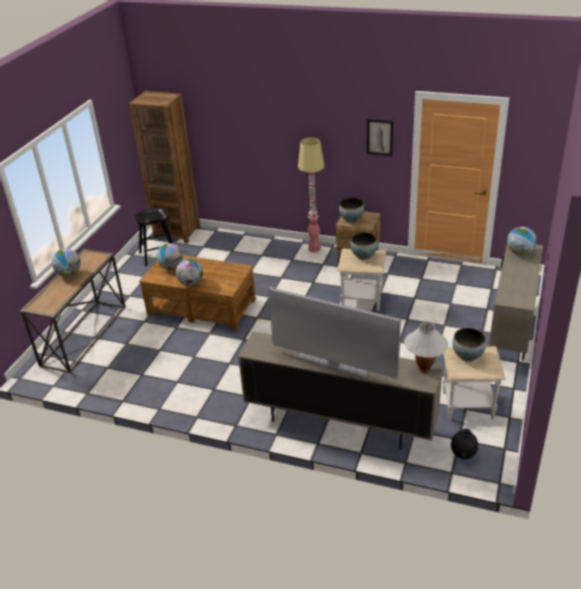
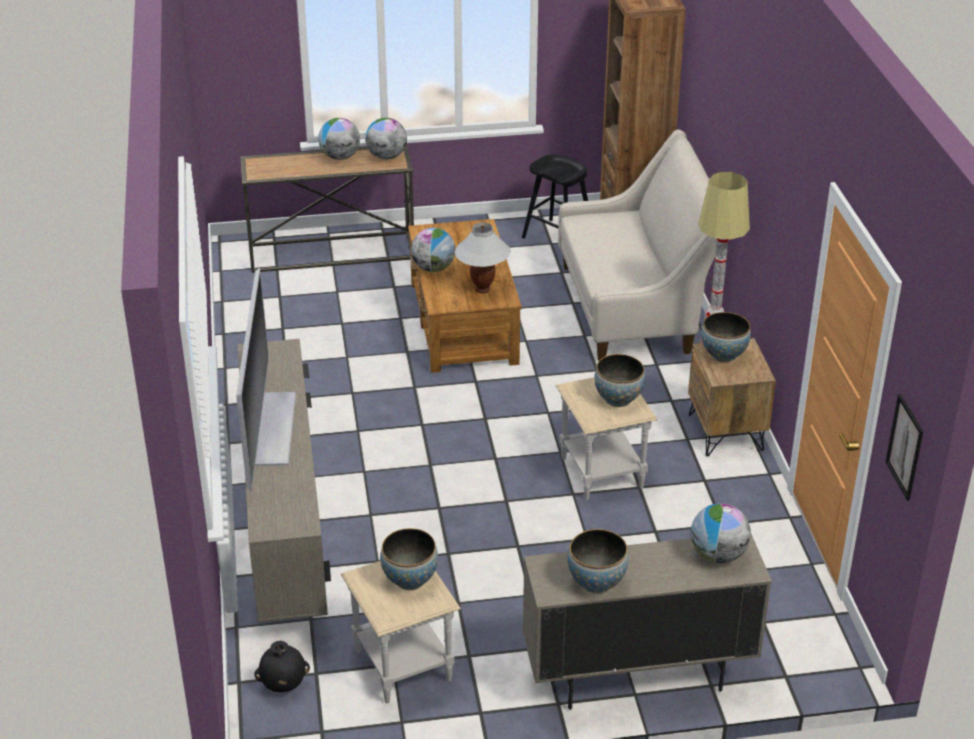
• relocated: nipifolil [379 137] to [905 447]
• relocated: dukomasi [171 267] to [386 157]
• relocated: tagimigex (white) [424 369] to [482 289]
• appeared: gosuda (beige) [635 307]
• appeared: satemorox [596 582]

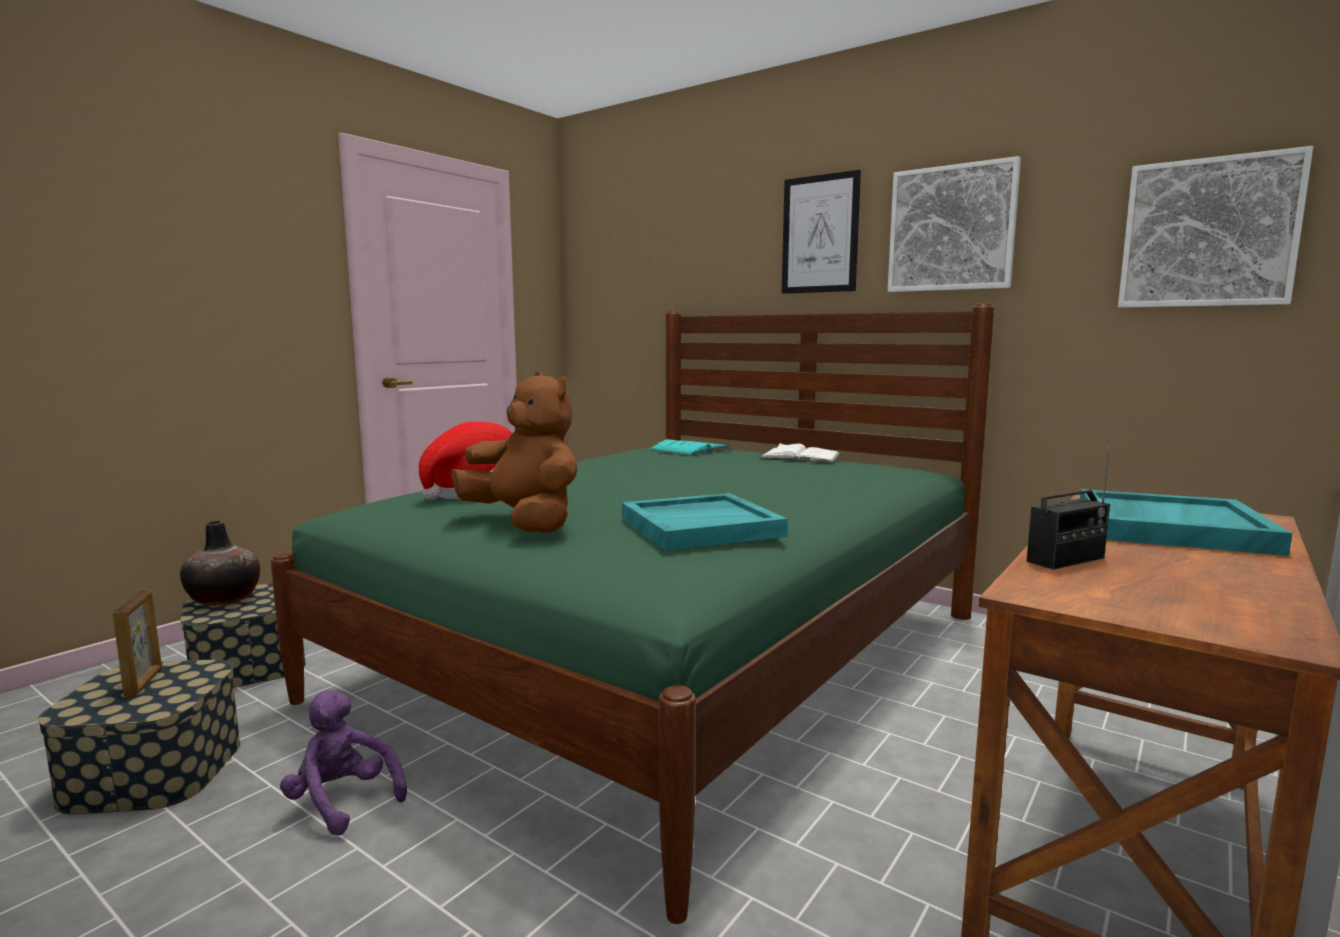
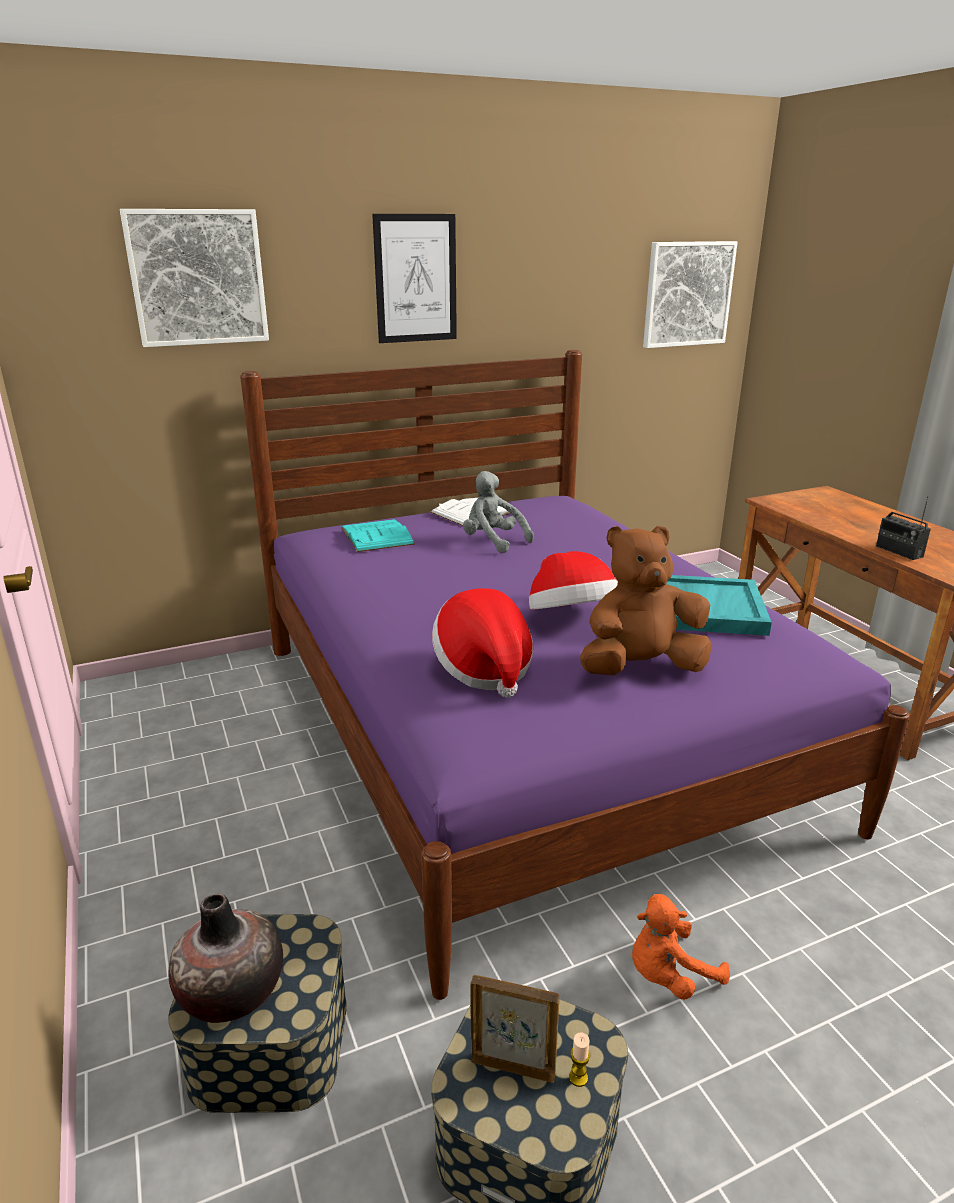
• relocated: nipifolil [951 228] to [198 278]
• colour: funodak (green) [673 654] to funodak (purple) [521 728]
• spun: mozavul [1066 560] = [899 551] 150 degrees clockwise
• missing: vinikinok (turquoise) [1168 527]
• colour: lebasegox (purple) [342 802] to lebasegox (orange) [669 975]
• appeared: lebasegox (grey) [493 542]
• appeared: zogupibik [571 619]
• appeared: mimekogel [578 1077]

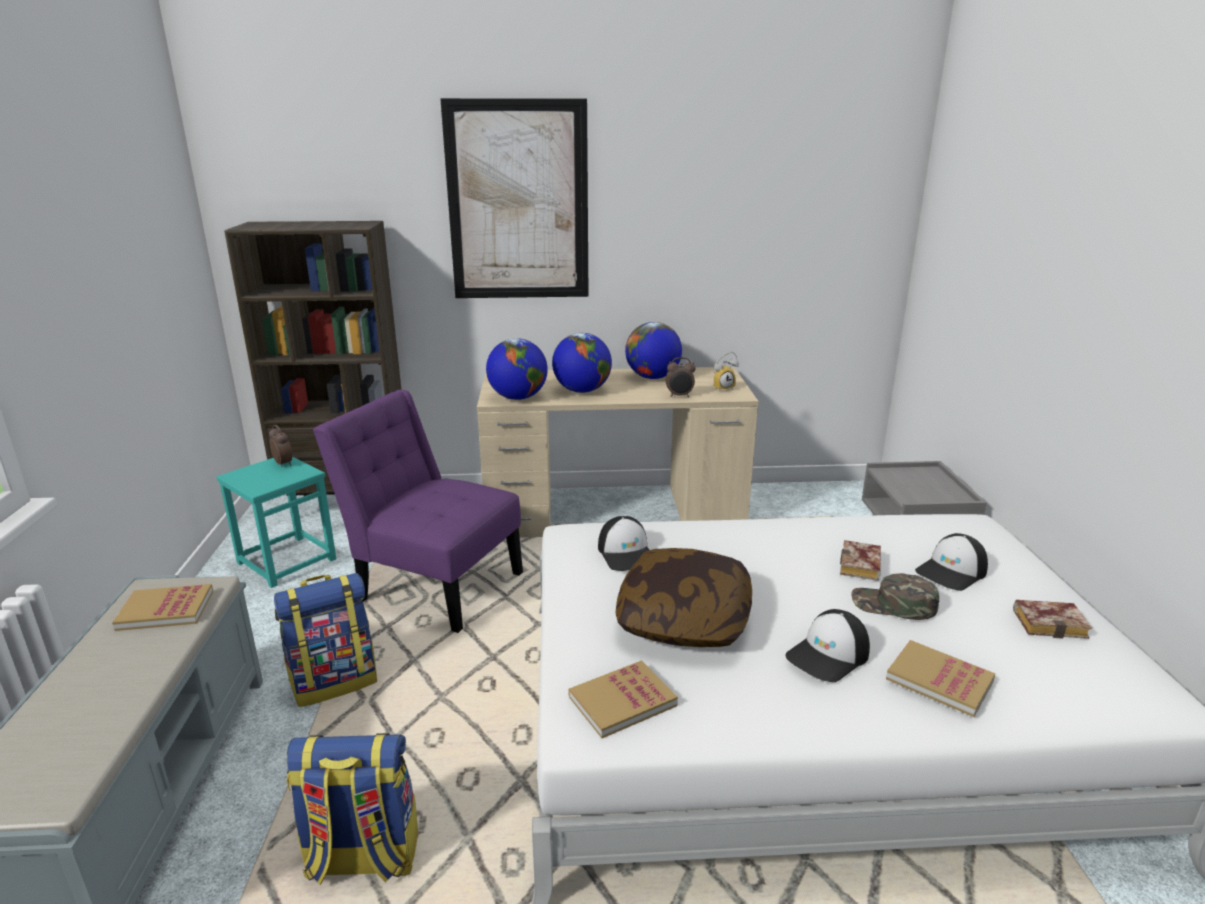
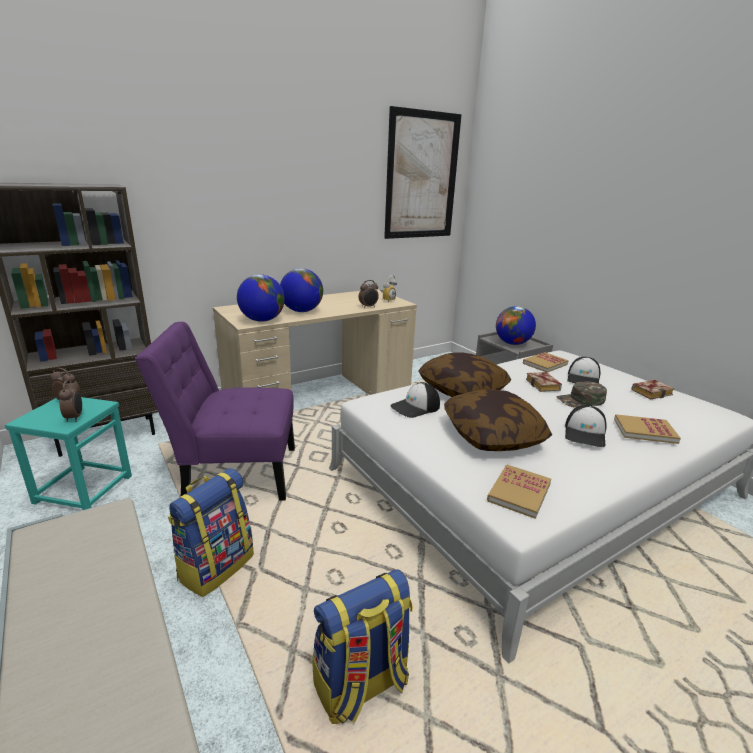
• relocated: nipifolil [518 202] to [422 176]
• relocated: dukomasi [652 377] to [512 343]
• spun: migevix [627 553] = [415 407] 105 degrees clockwise
• relocated: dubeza [166 610] to [545 364]
• appeared: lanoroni [462 389]
• appeared: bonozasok [75 417]

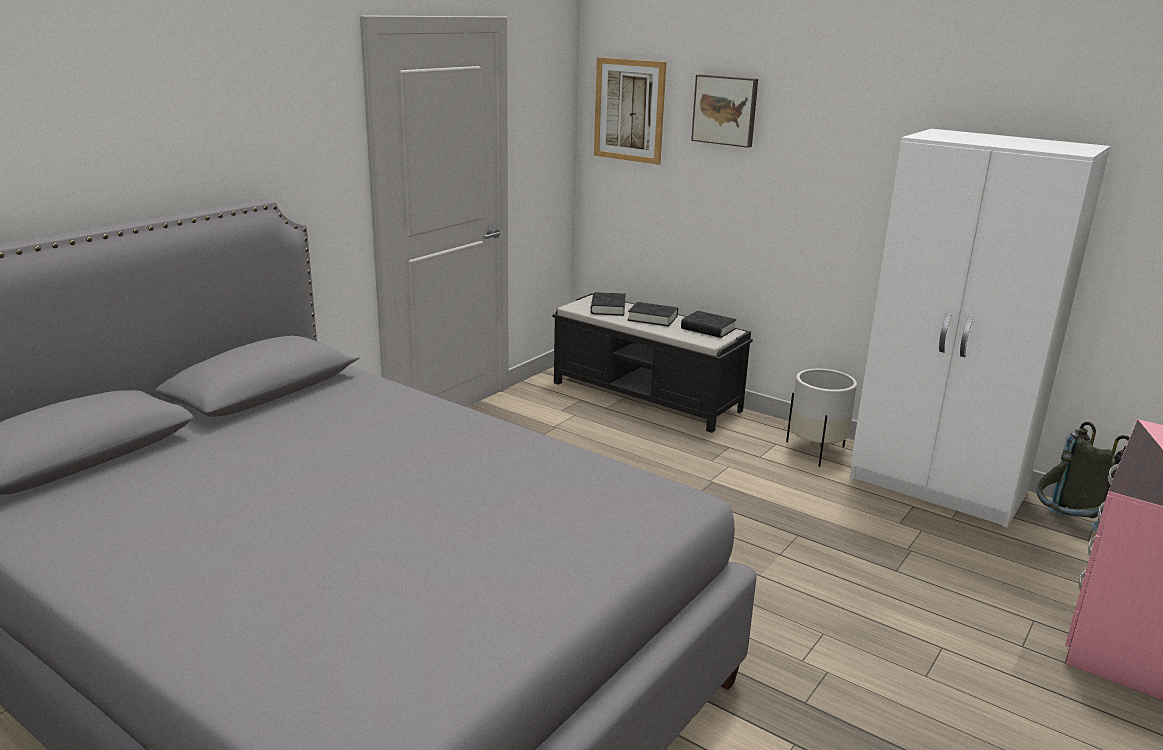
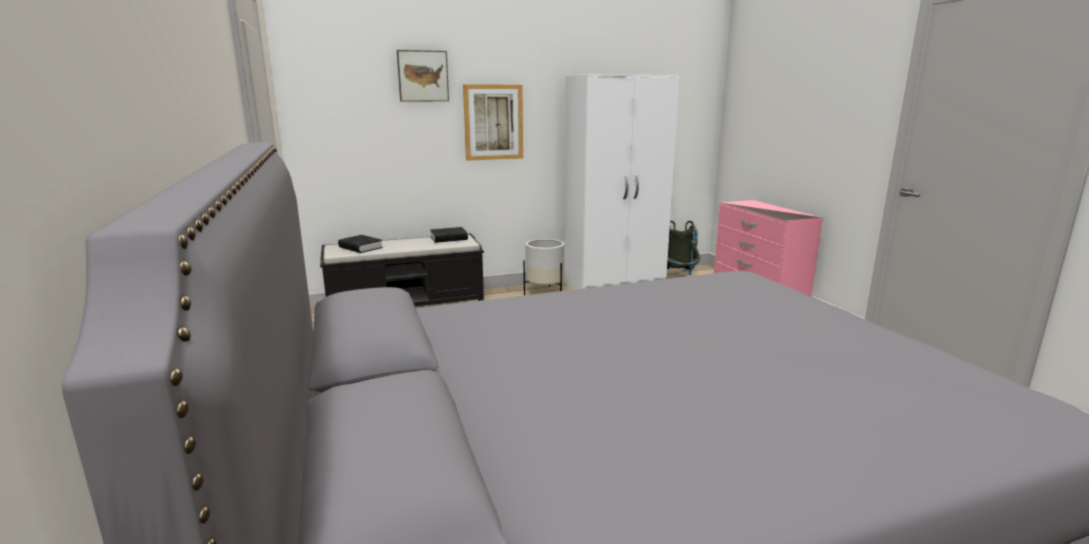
• relocated: nipifolil [629 110] to [493 122]
• missing: dubeza (black) [652 318]

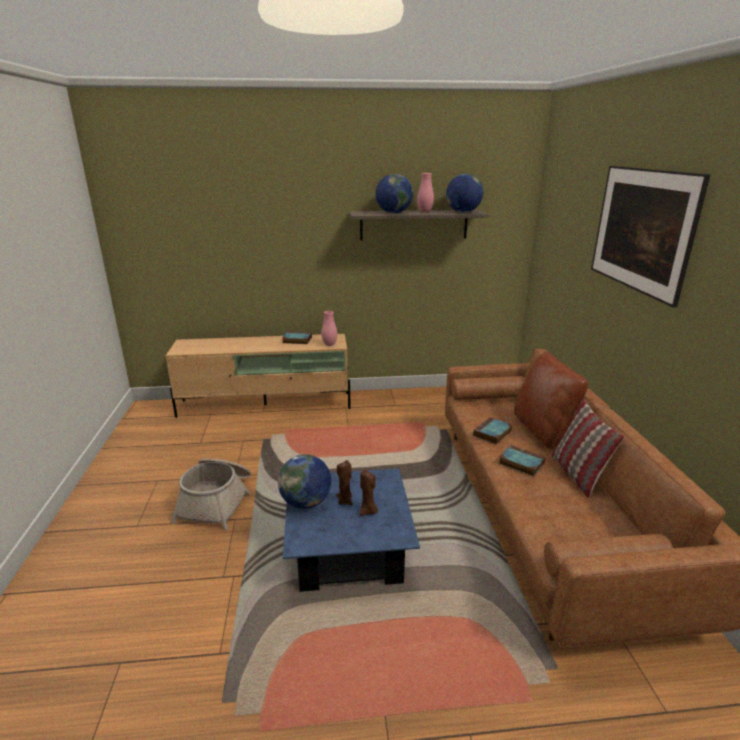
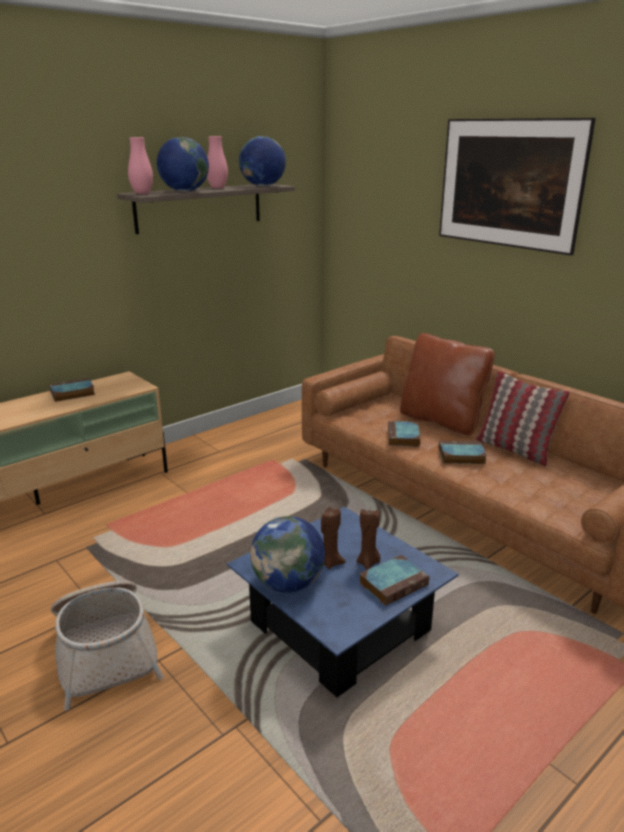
• relocated: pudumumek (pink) [329 344] to [142 193]
• appeared: dubeza [394 583]

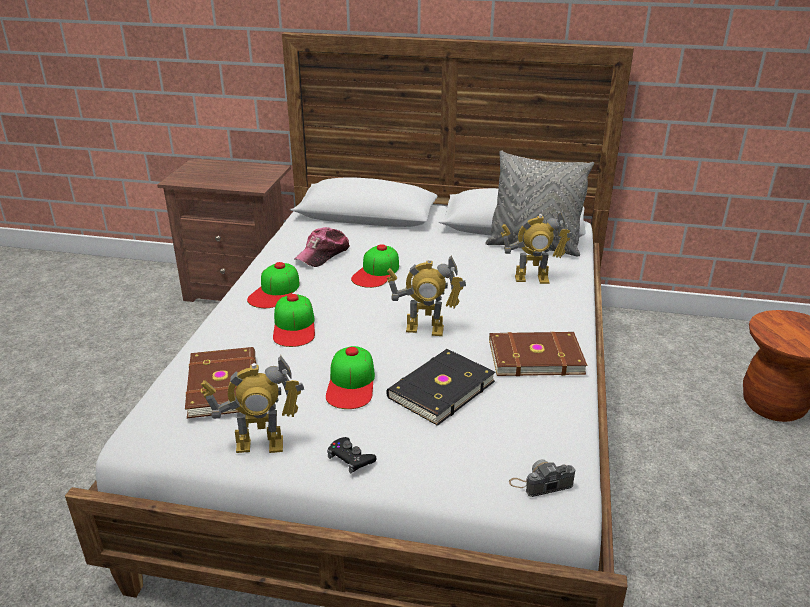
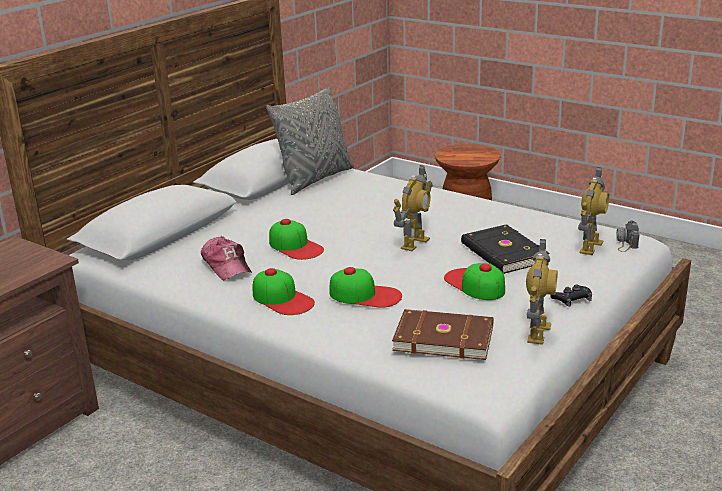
• relocated: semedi [532 279] to [590 247]
• missing: dubeza (brown) [534 356]
• spun: migevix [351 383] = [474 284] 150 degrees counterclockwise

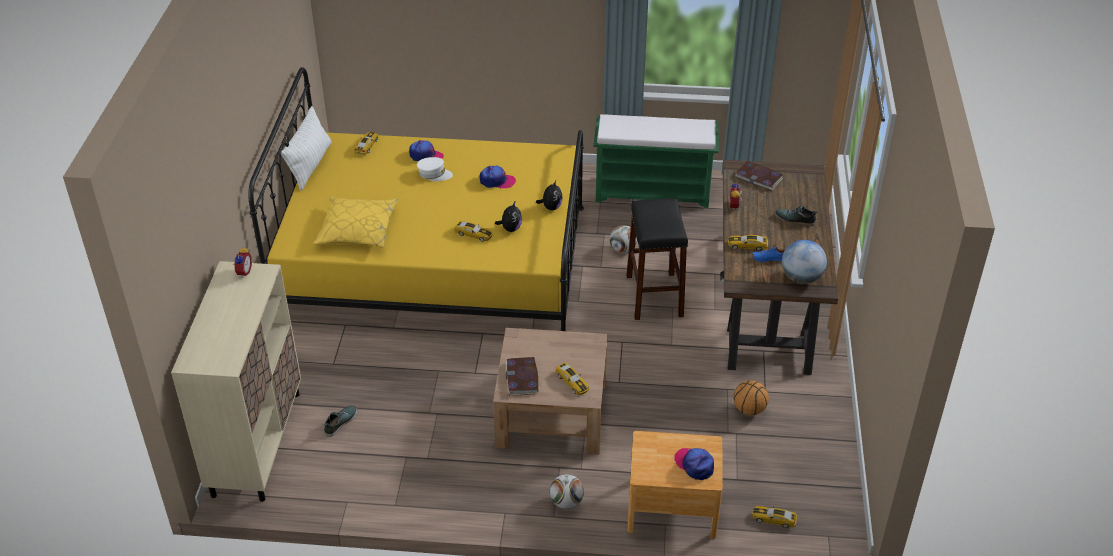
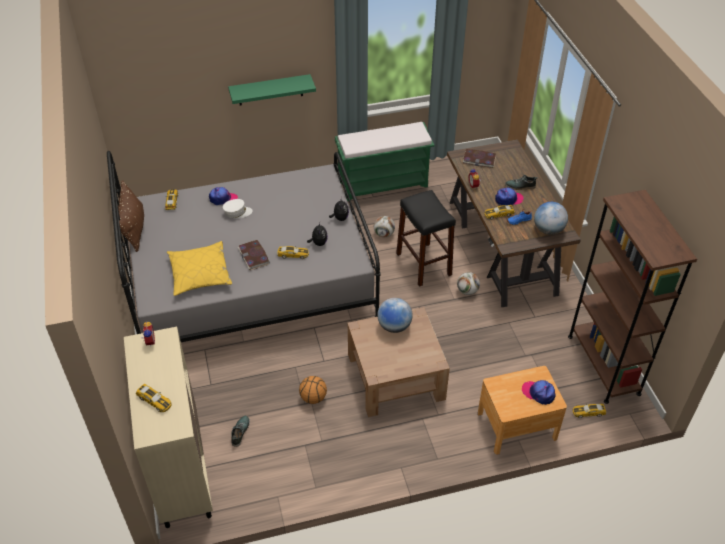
• colour: funodak (yellow) [435 264] to funodak (grey) [250 280]
• colour: lanoroni (white) [310 165] to lanoroni (brown) [134 228]
• relocated: migevix [497 181] to [508 199]
• relocated: dubeza [522 378] to [254 256]
• relocated: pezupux [572 382] to [154 400]
• relocated: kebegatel [749 410] to [313 398]
• relocated: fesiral [566 502] to [467 291]
• appeared: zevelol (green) [270 90]
• appeared: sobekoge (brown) [603 364]
• appeared: dukomasi [394 326]

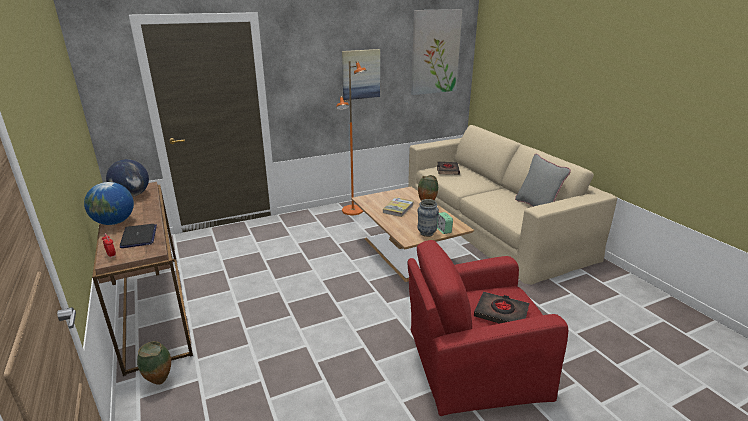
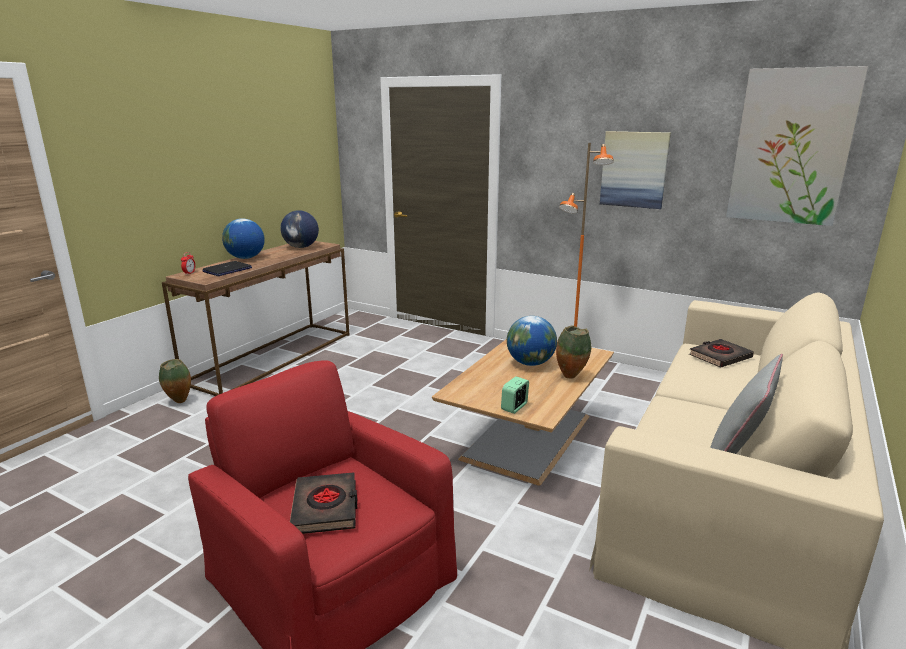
• exchanged: dubeza [398 208] to dukomasi [530 363]
• missing: pudumumek [426 233]

